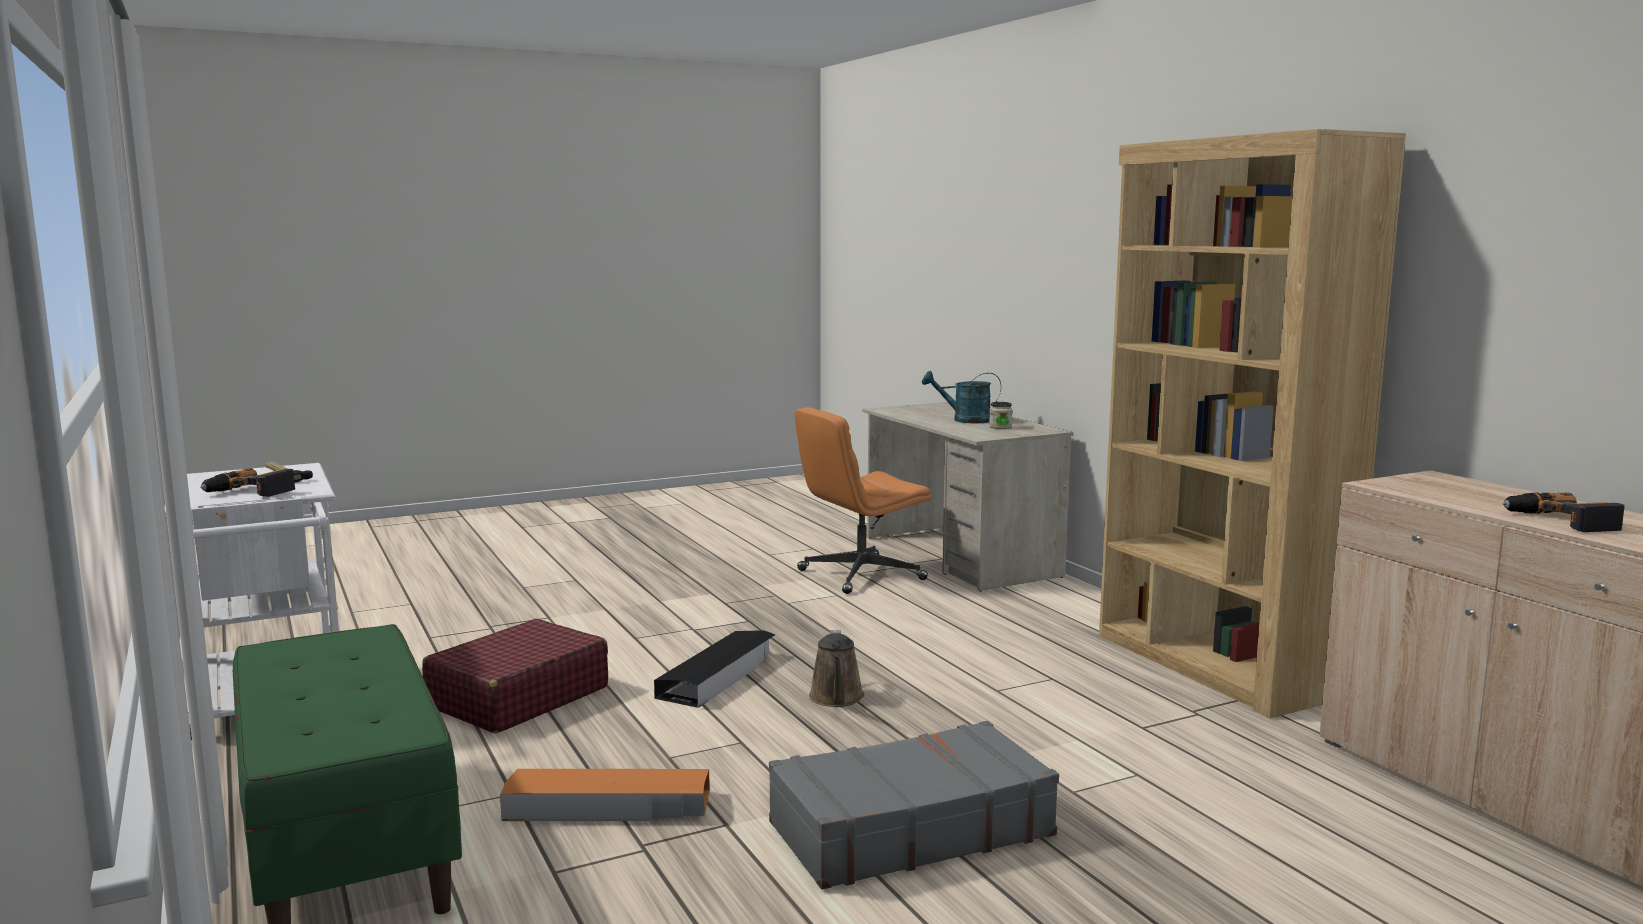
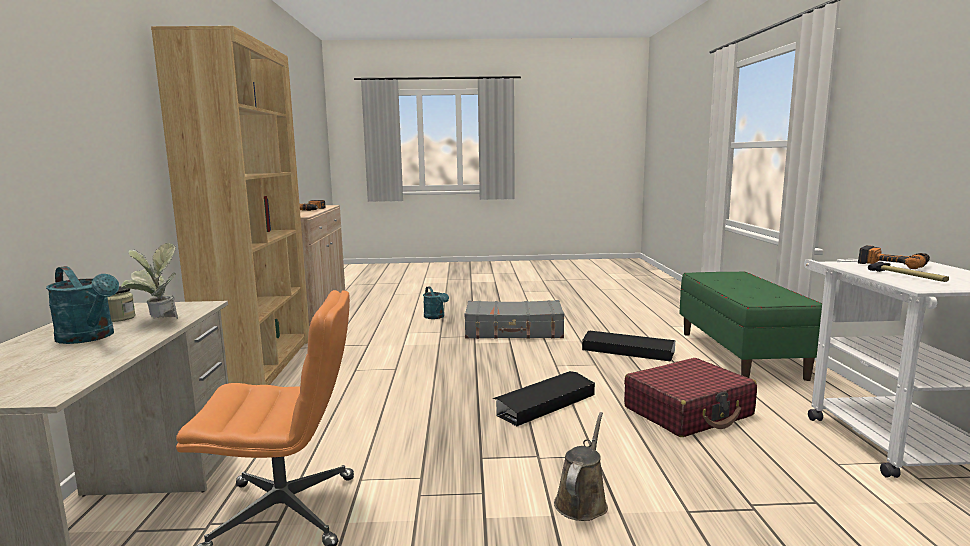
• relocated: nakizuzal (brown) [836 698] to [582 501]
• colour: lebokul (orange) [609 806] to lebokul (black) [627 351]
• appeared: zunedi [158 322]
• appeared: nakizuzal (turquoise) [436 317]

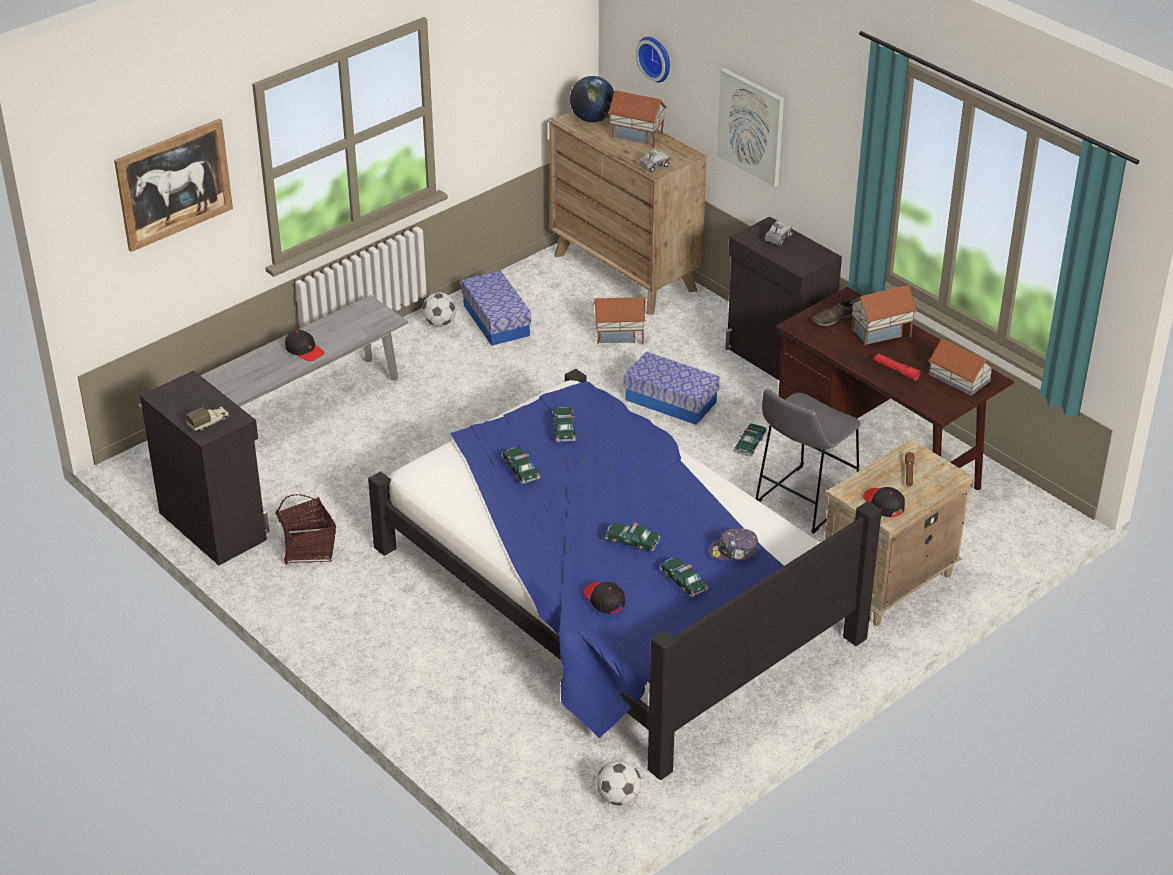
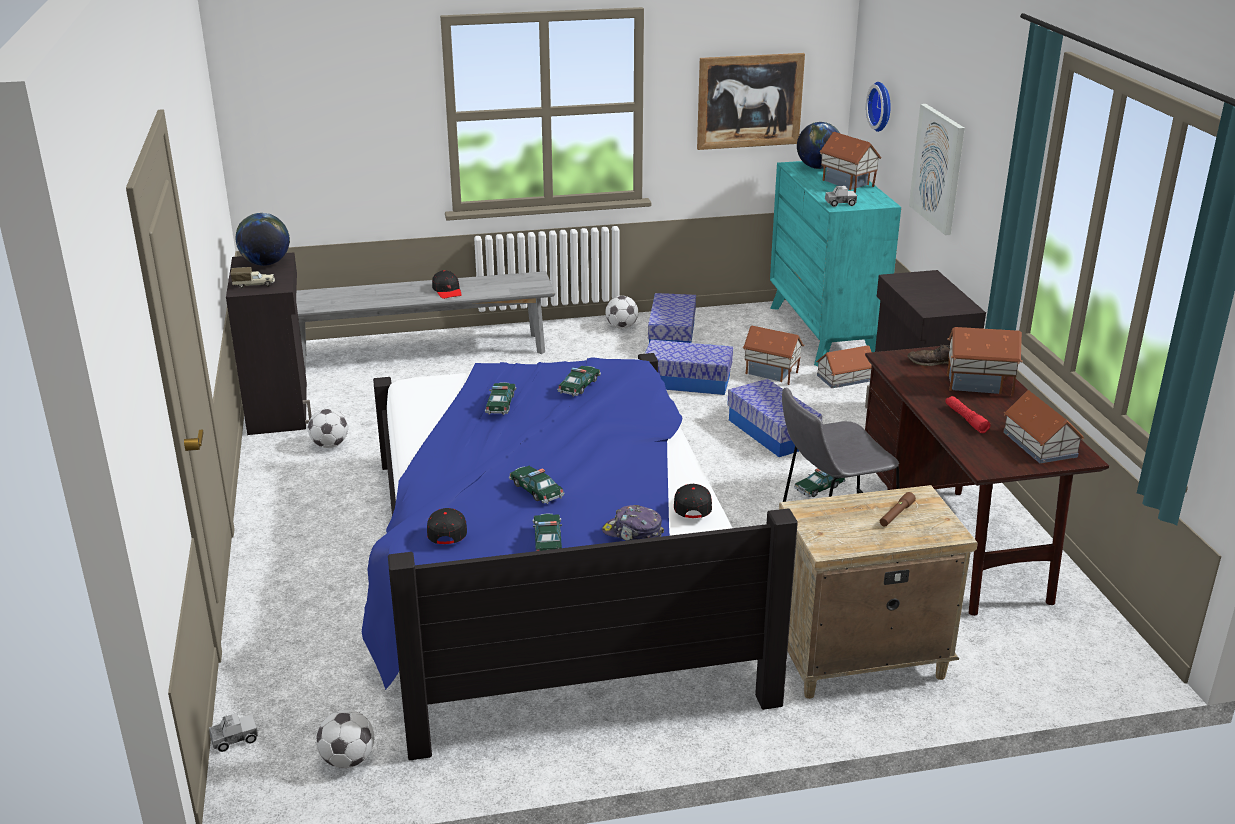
• colour: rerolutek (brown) [625 272] to rerolutek (turquoise) [824 332]
• relocated: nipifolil [174 184] to [749 101]
• relocated: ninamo [778 238] to [234 739]
• relocated: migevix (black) [883 504] to [692 505]
• exchanged: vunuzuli [308 548] to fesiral [330 445]
• appeared: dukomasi [266 264]
• appeared: lebokul [687 381]
• appeared: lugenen [845 378]

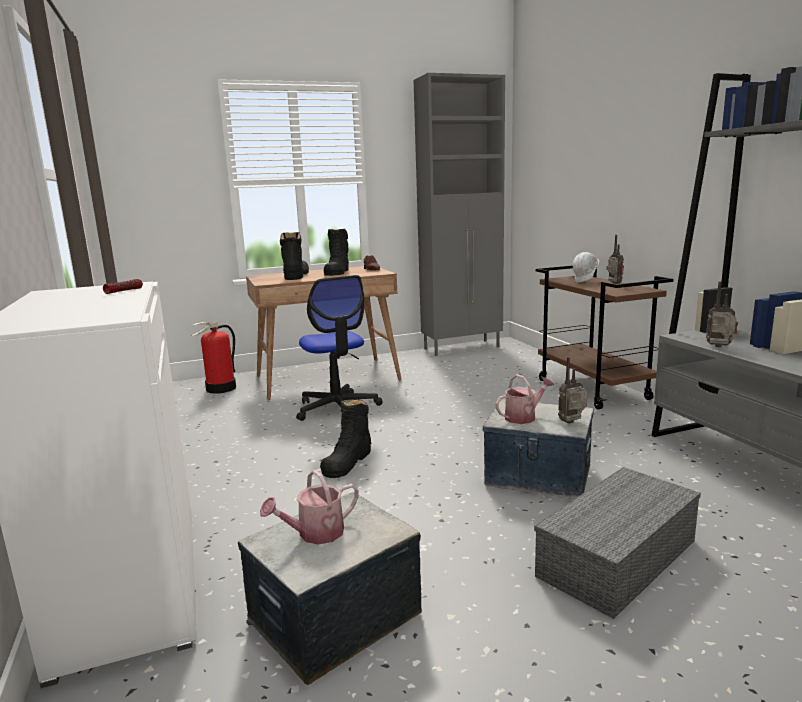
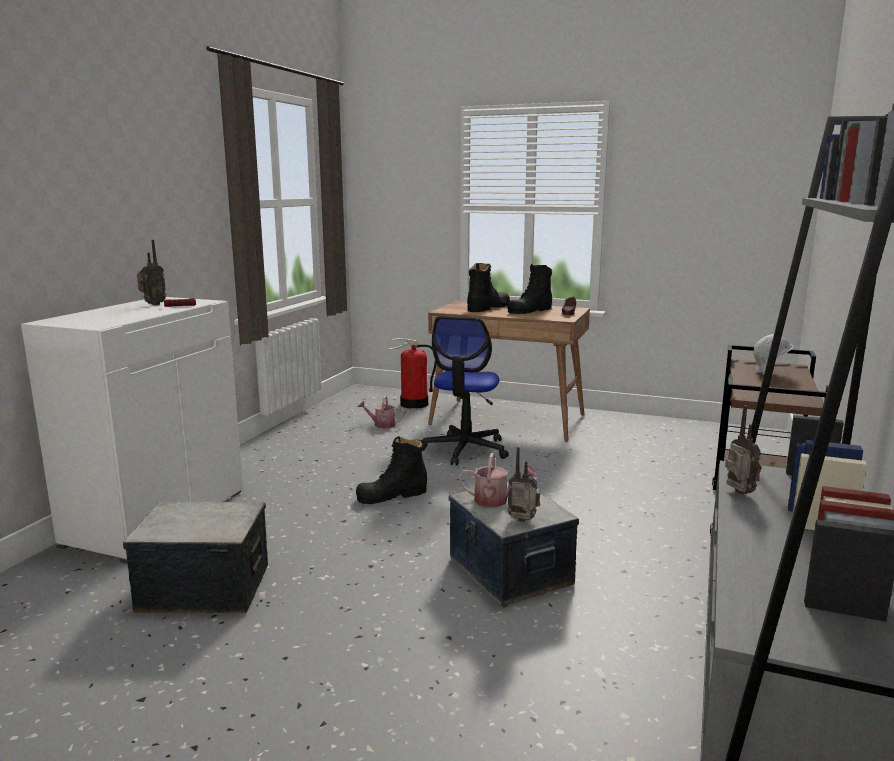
• missing: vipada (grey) [463 348]
• relocated: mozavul [613 284] to [152 305]
• missing: lebokul (grey) [618 559]
• relocated: nakizuzal [315 534] to [381 425]

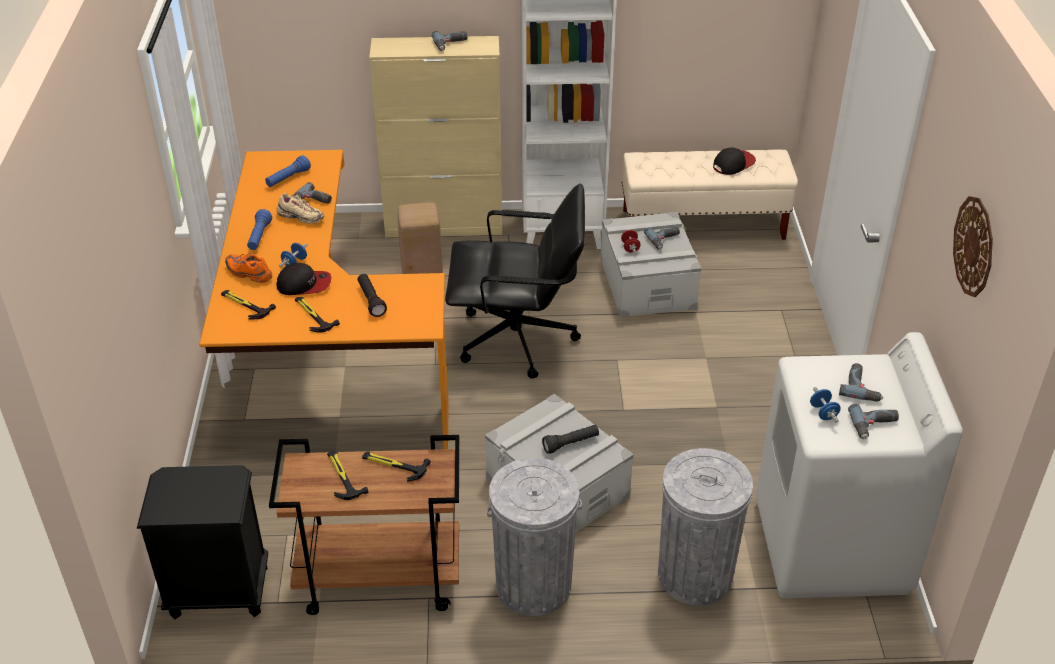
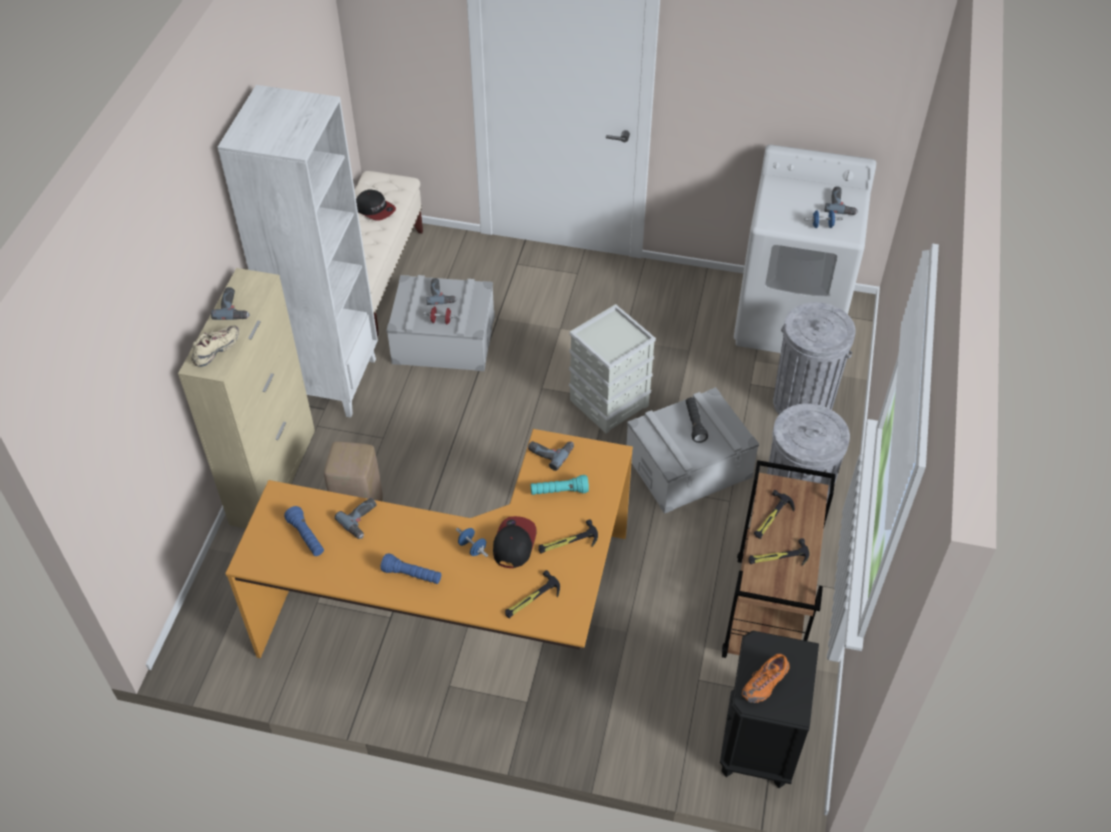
• spun: migevix [733 164] = [375 209] 150 degrees clockwise
• missing: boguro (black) [518 340]
• relocated: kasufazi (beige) [301 217] to [216 350]
• missing: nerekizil [974 246]
• relocated: kasufazi (orange) [249 274] to [765 683]
• colour: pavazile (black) [371 301] to pavazile (turquoise) [559 491]
• relocated: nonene [861 387] to [550 452]
• appeared: lebokul (grey) [609 402]

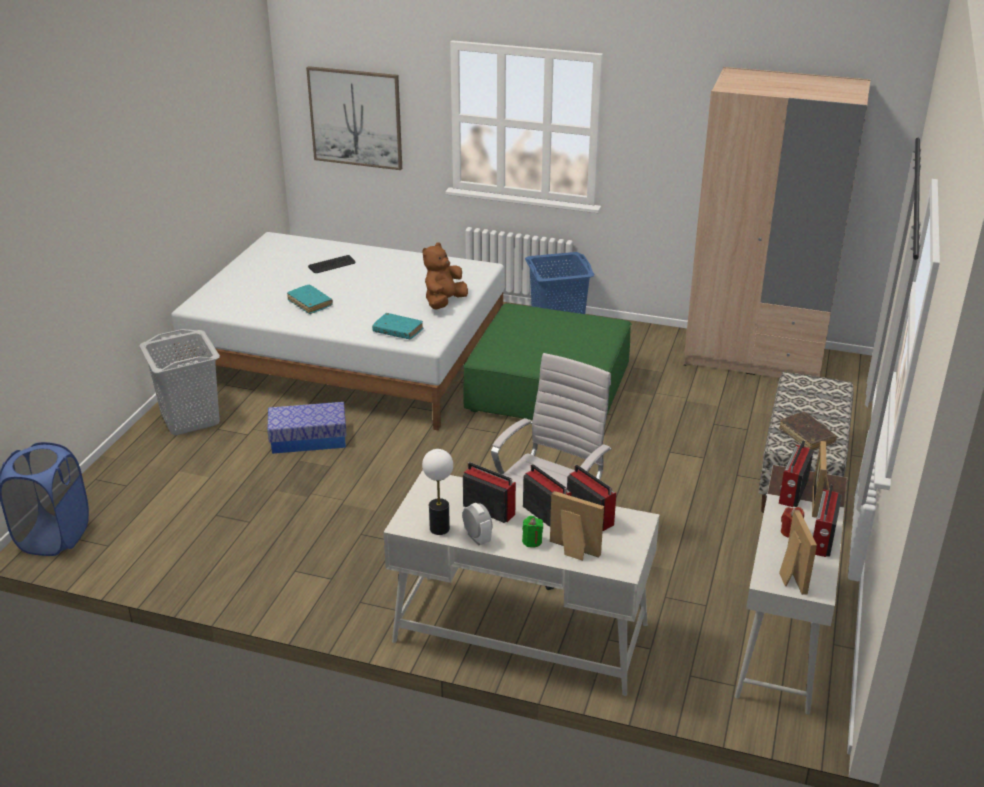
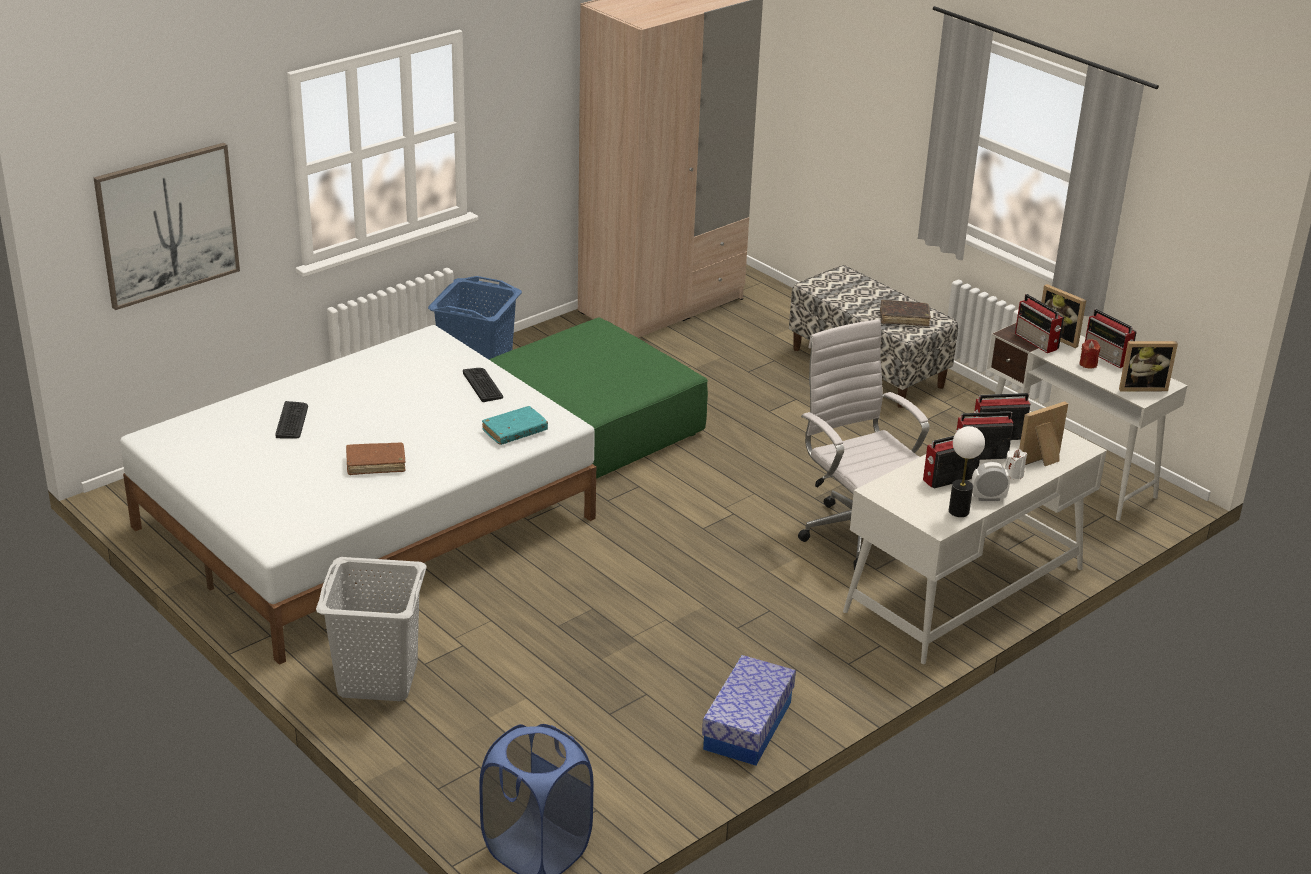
• exchanged: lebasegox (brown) [444 302] to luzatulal [483 385]
• colour: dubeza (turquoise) [310 303] to dubeza (brown) [376 464]
• relocated: lebokul [308 439] to [747 725]
• spun: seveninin [789 576] = [1141 387] 150 degrees clockwise
• colour: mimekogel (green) [532 541] to mimekogel (white) [1013 474]

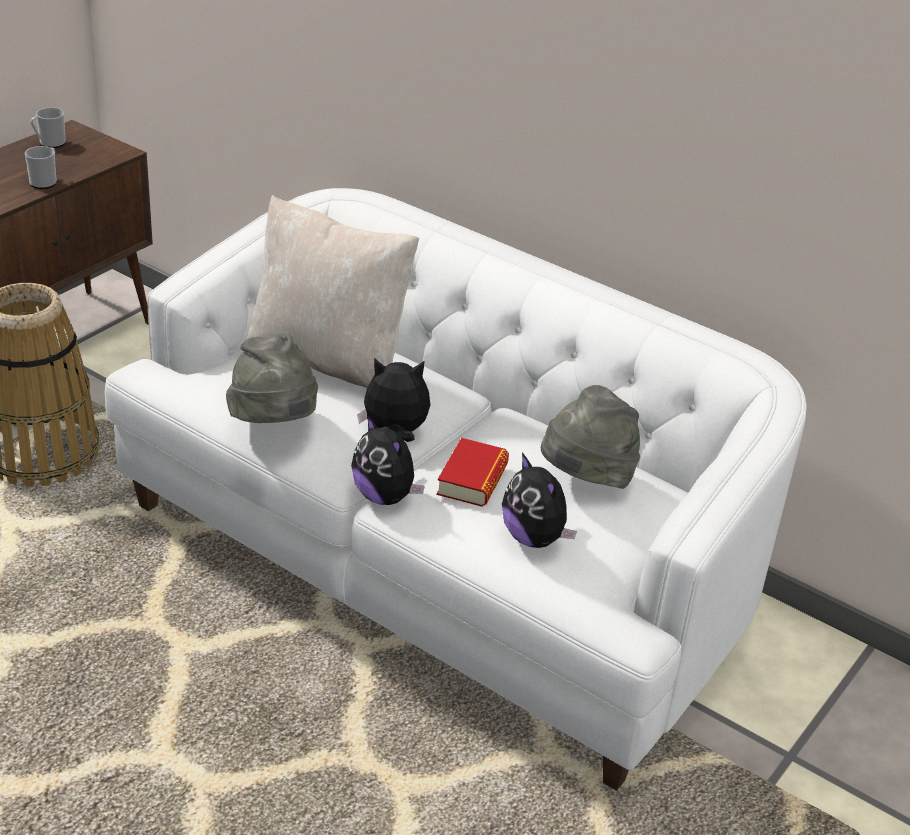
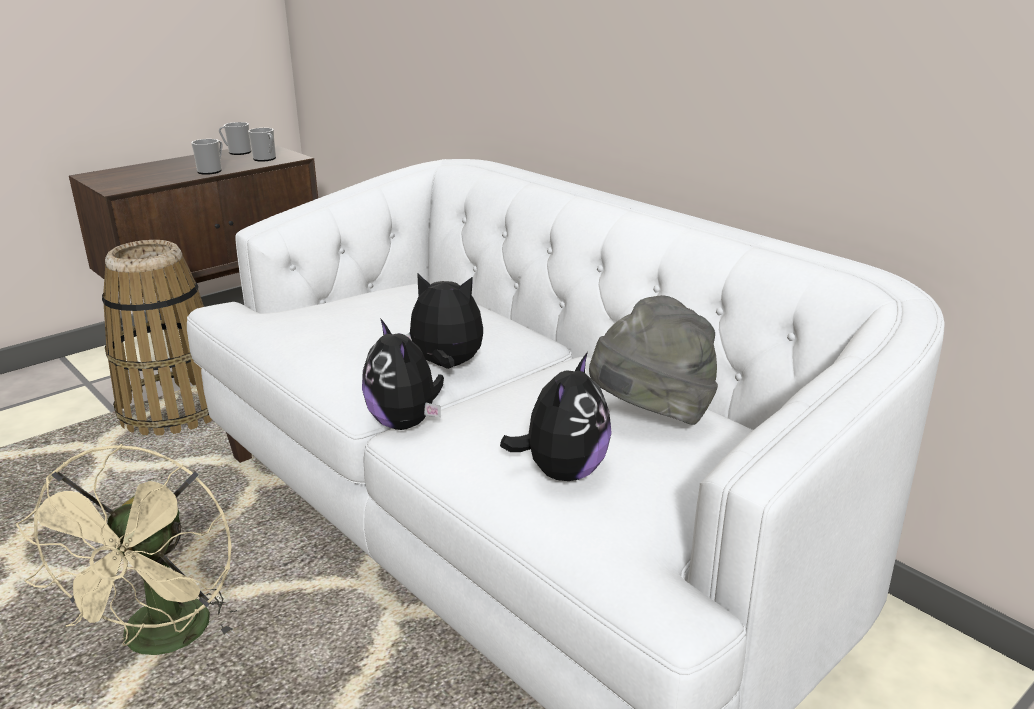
• missing: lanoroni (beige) [328 361]
• missing: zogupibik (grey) [274 425]
• missing: dubeza [472 479]
• spun: lebasegox [535 538] = [563 472] 135 degrees counterclockwise
• appeared: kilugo [266 159]
• appeared: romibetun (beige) [163 642]

